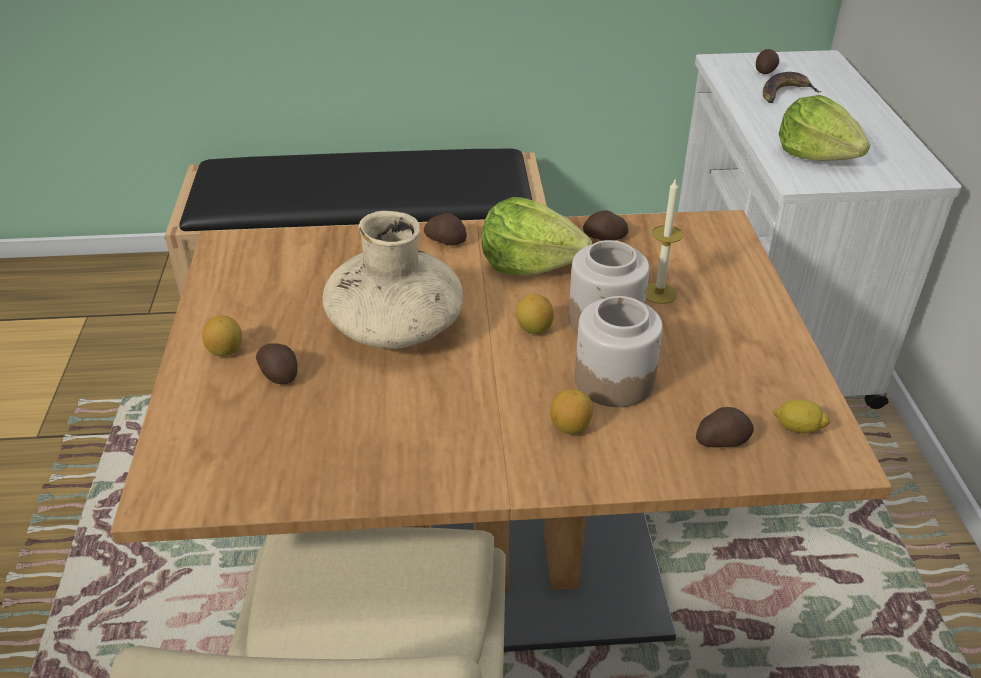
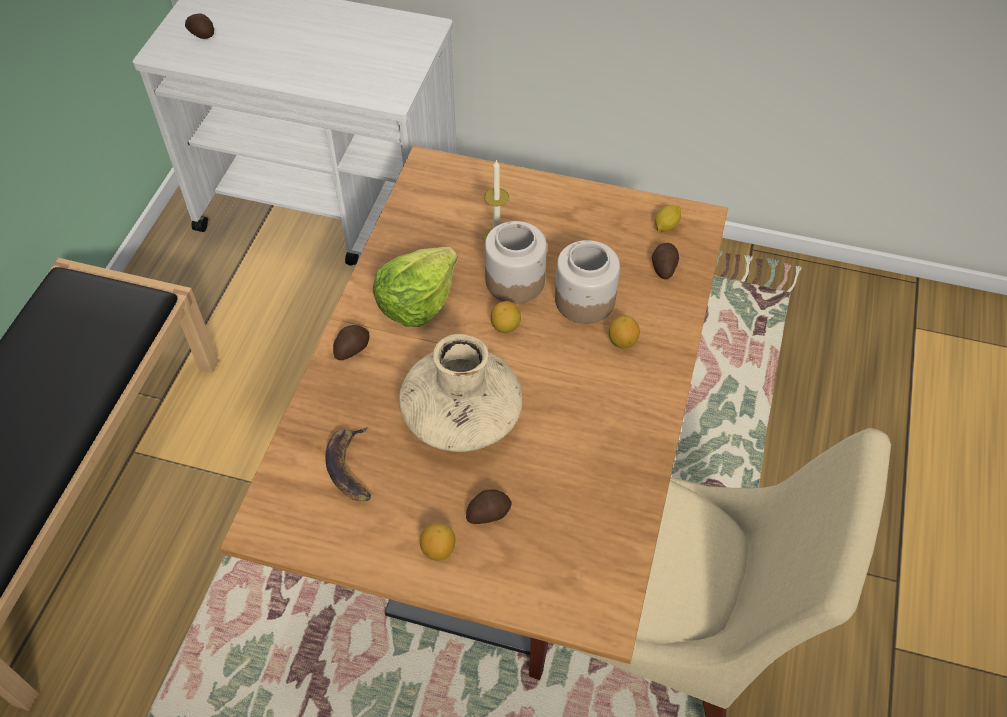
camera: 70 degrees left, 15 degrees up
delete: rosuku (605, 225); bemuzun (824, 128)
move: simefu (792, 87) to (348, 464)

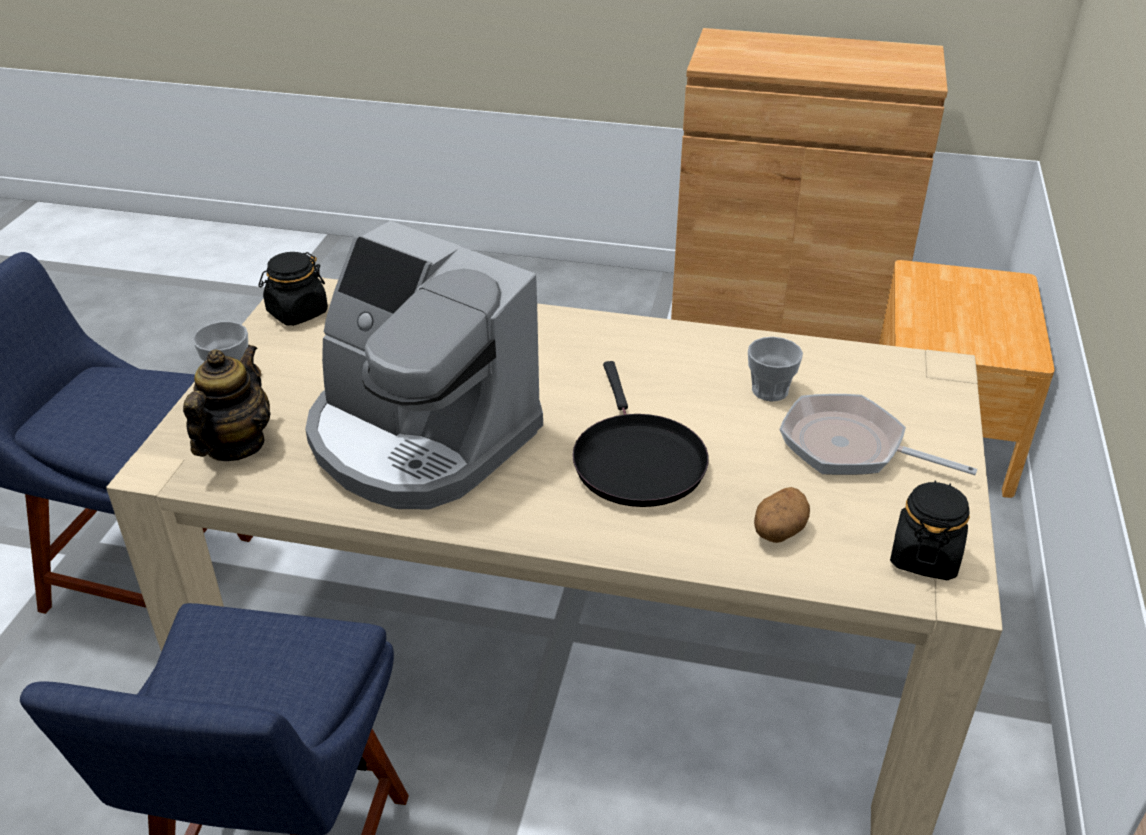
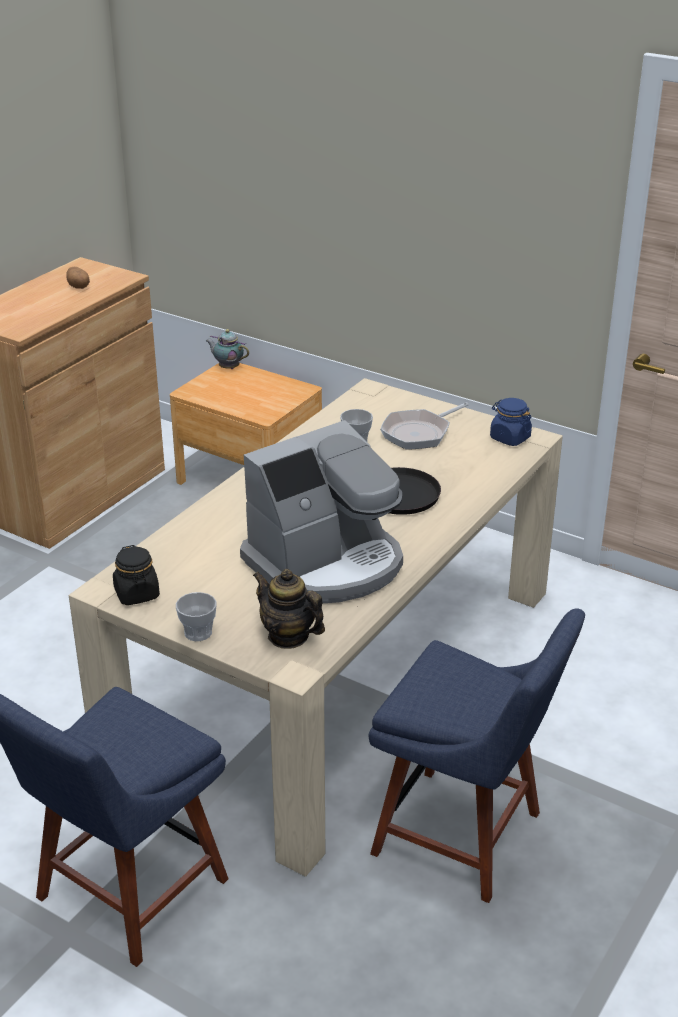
camera: 70 degrees left, 5 degrees down
insert: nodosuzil (227, 349)
move: rosuku (782, 515) to (78, 278)
recolor: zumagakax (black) (930, 530) to zumagakax (blue) (511, 422)

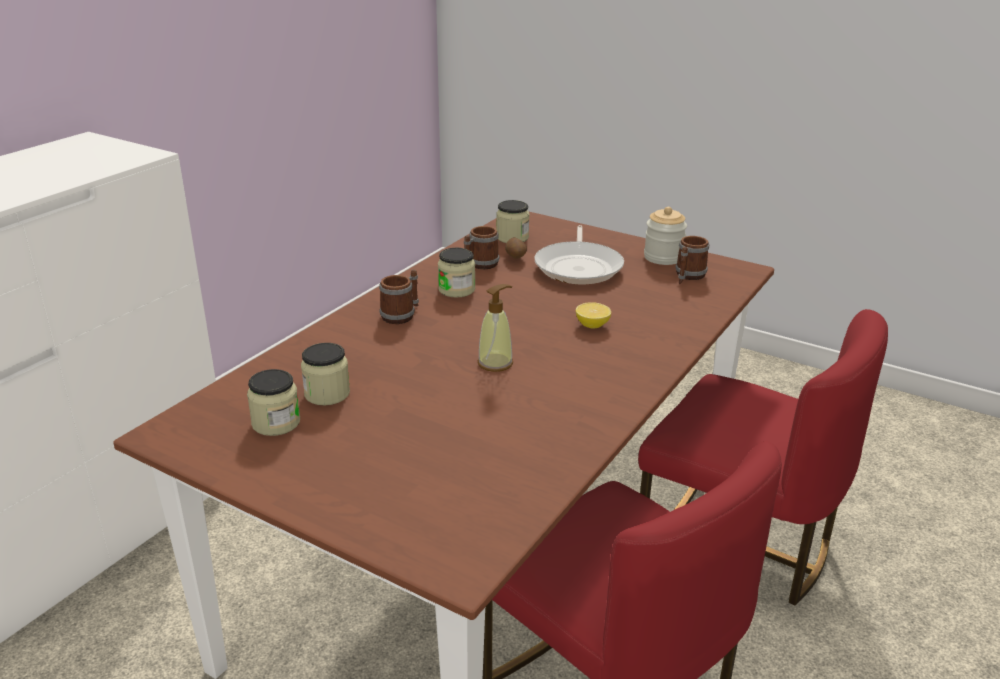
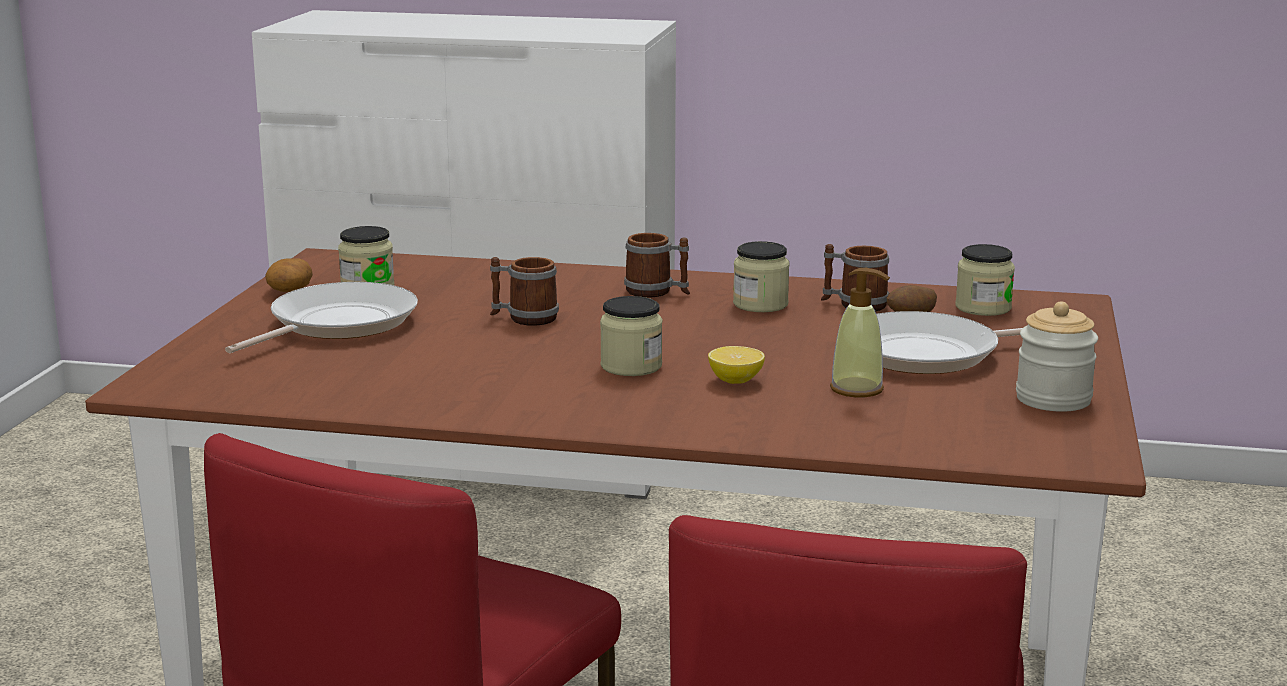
camera: 70 degrees right, 10 degrees down
insert: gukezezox (321, 317); rosuku (289, 275)
move: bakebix (692, 260) to (524, 291); zumagakax (325, 374) to (631, 336); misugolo (495, 328) to (860, 333)

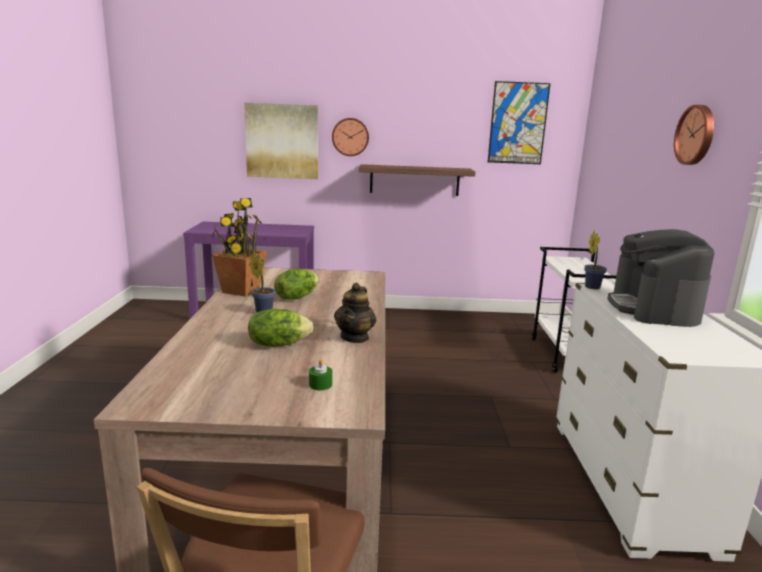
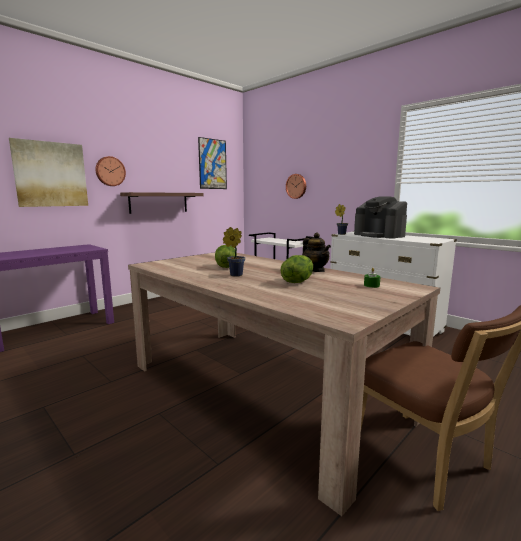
camera: 45 degrees left, 5 degrees down
delete: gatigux (239, 247)
move: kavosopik (694, 135) to (296, 186)

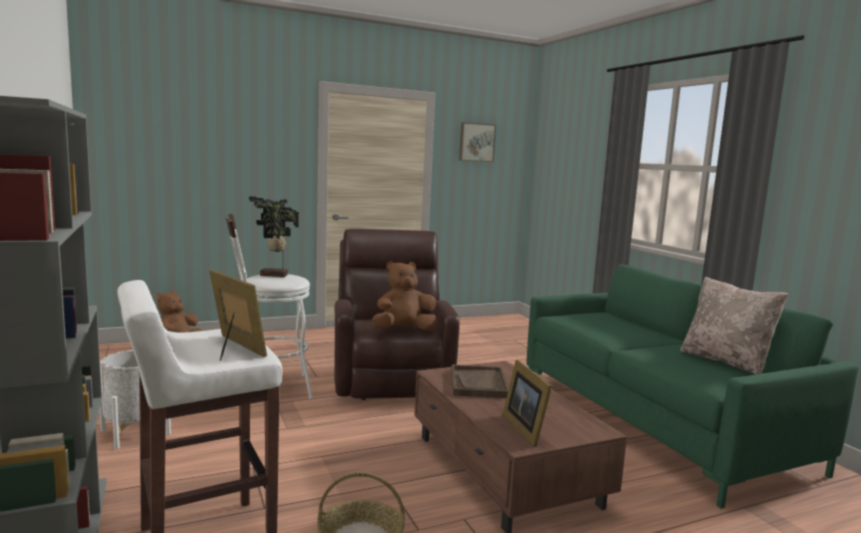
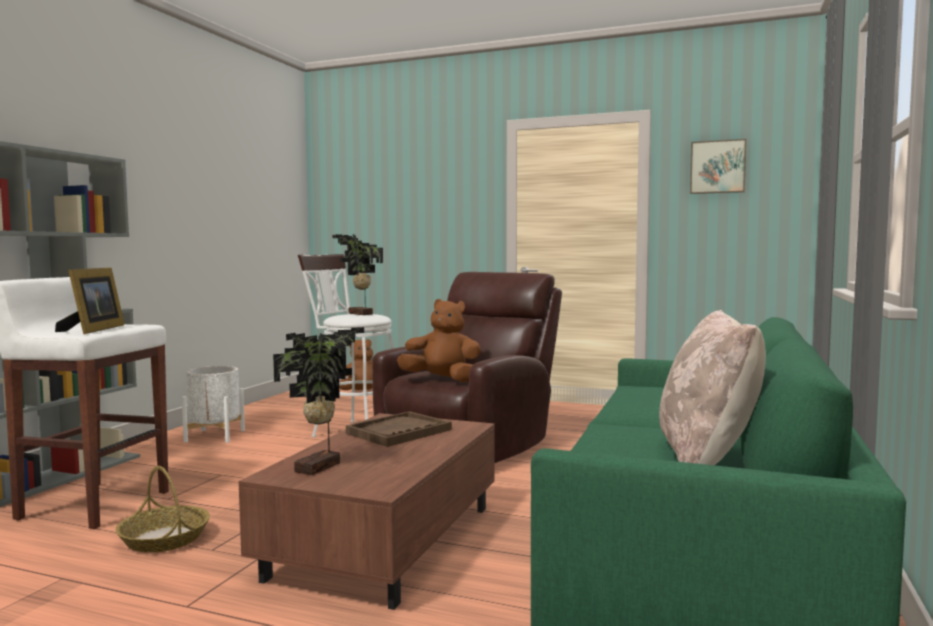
camera: 45 degrees right, 5 degrees down
replace: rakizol (527, 403) to gatigux (318, 401)

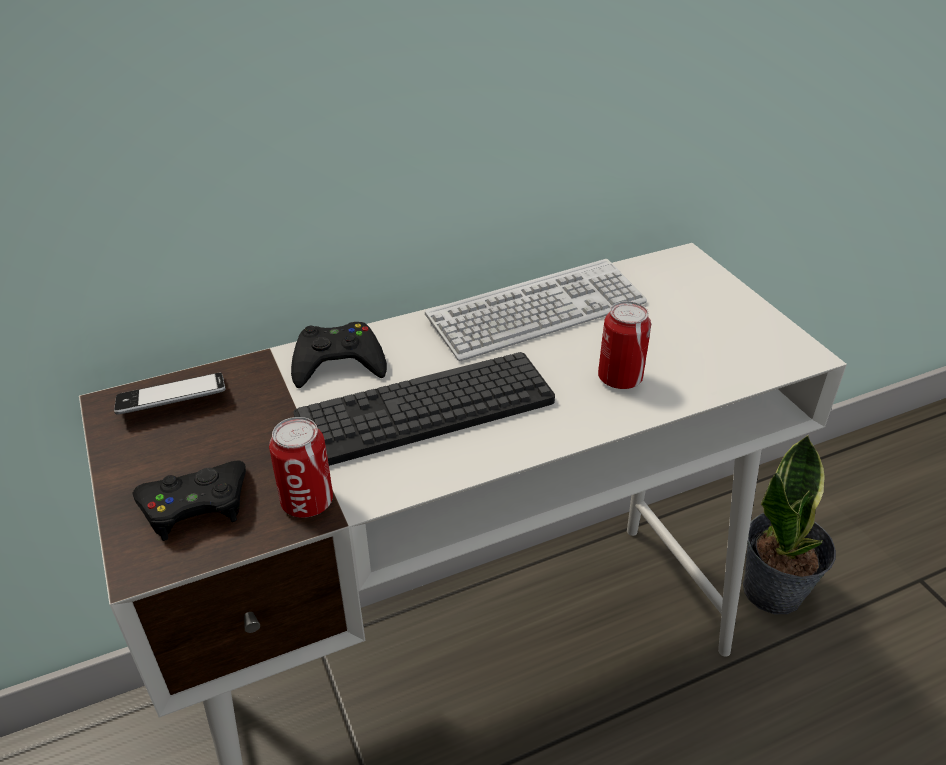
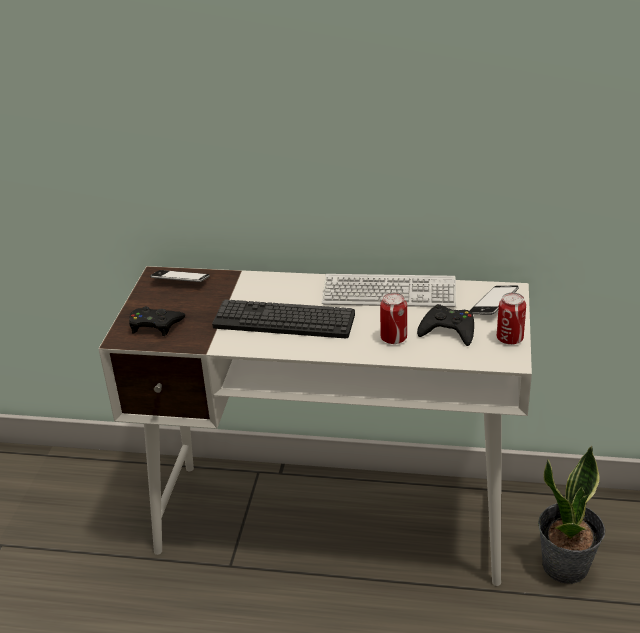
camera: 35 degrees right, 5 degrees down
insert: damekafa (494, 300)
move: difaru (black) (339, 355) to (445, 325); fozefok (301, 467) to (511, 318)

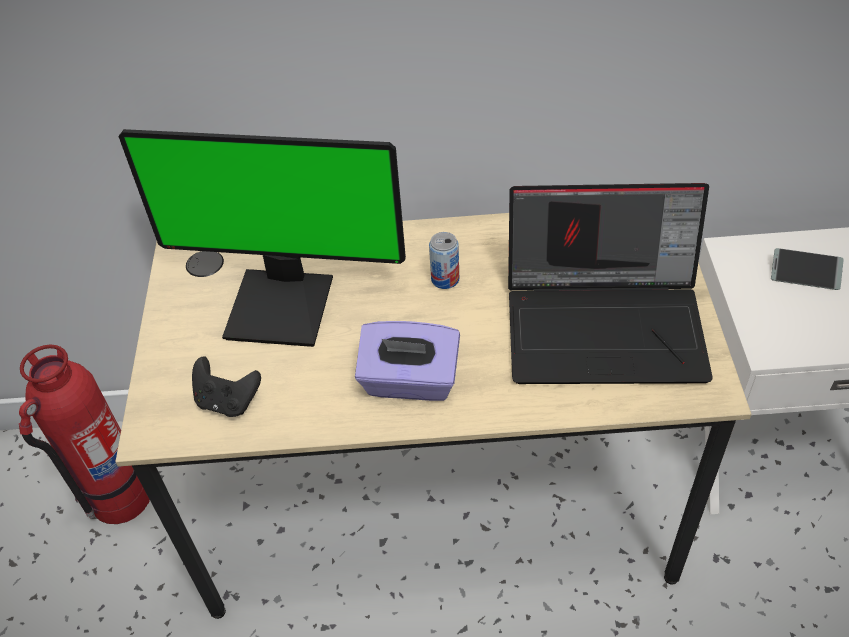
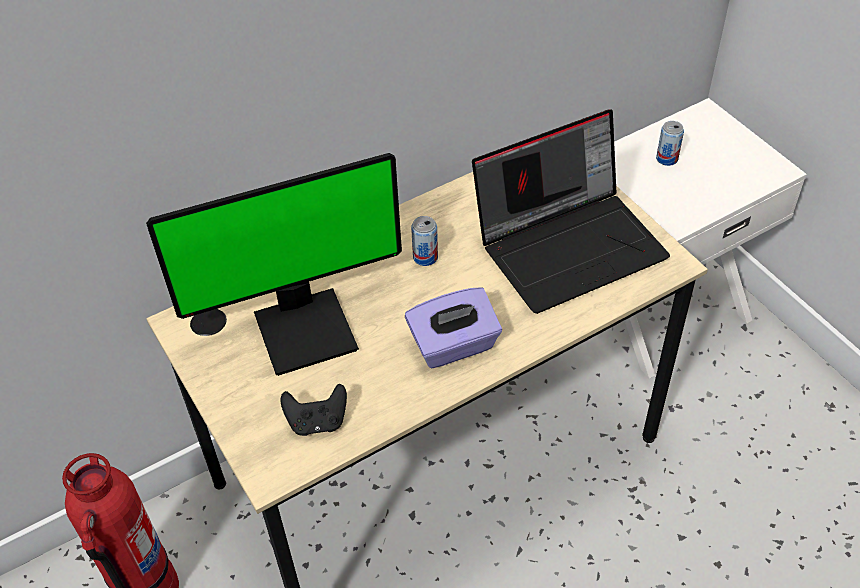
camera: 30 degrees left, 0 degrees up
replace: damekafa (807, 269) to fozefok (670, 143)

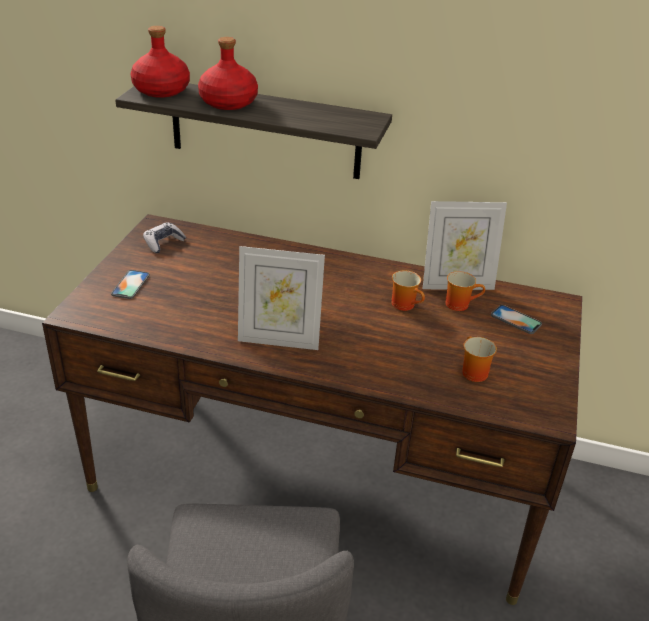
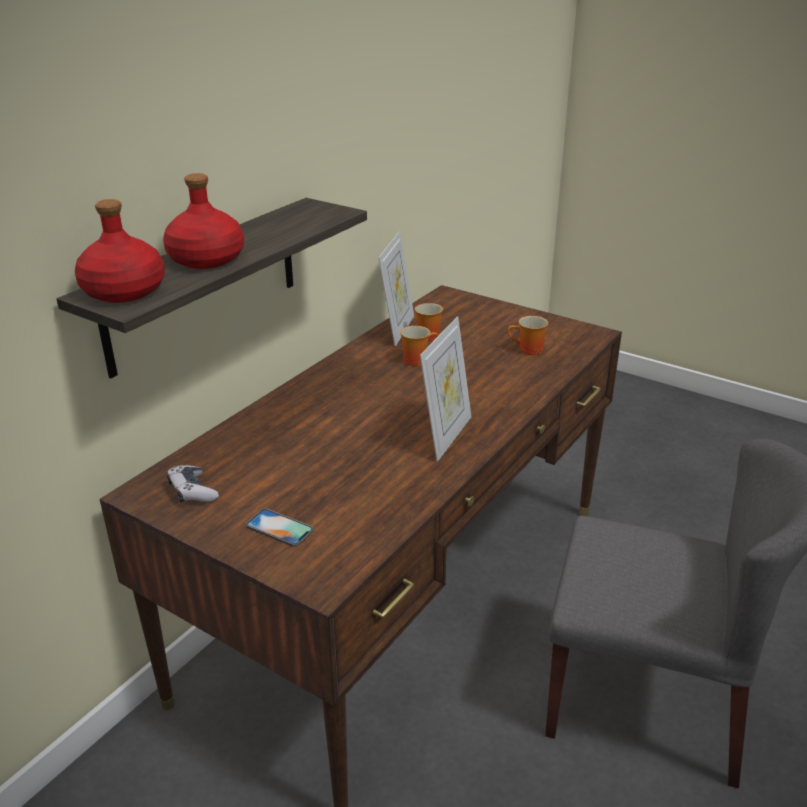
camera: 70 degrees left, 5 degrees down
delete: damekafa (516, 319)

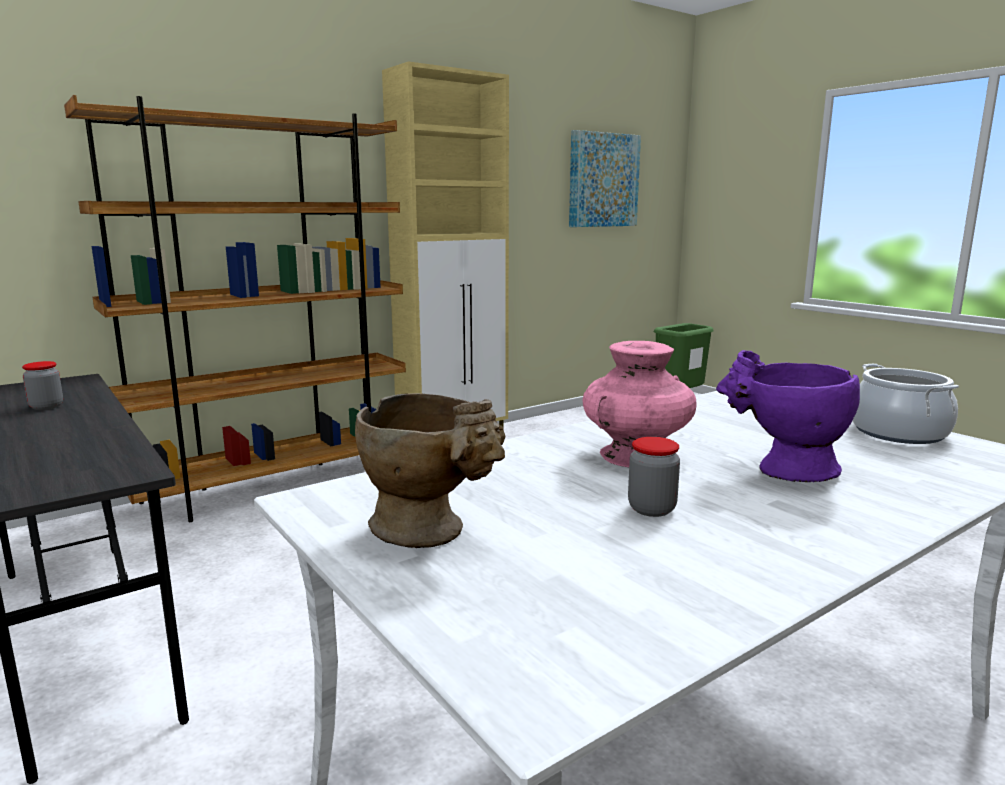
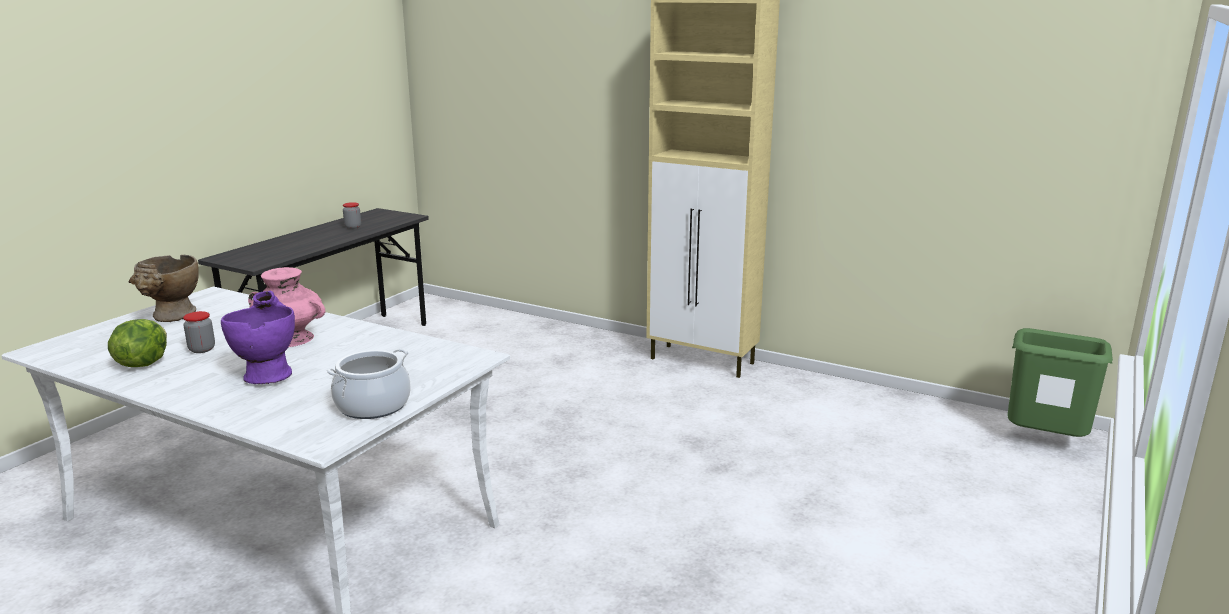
camera: 65 degrees right, 5 degrees up
delete: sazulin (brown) (235, 308); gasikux (605, 178)
insert: bemuzun (137, 343)

